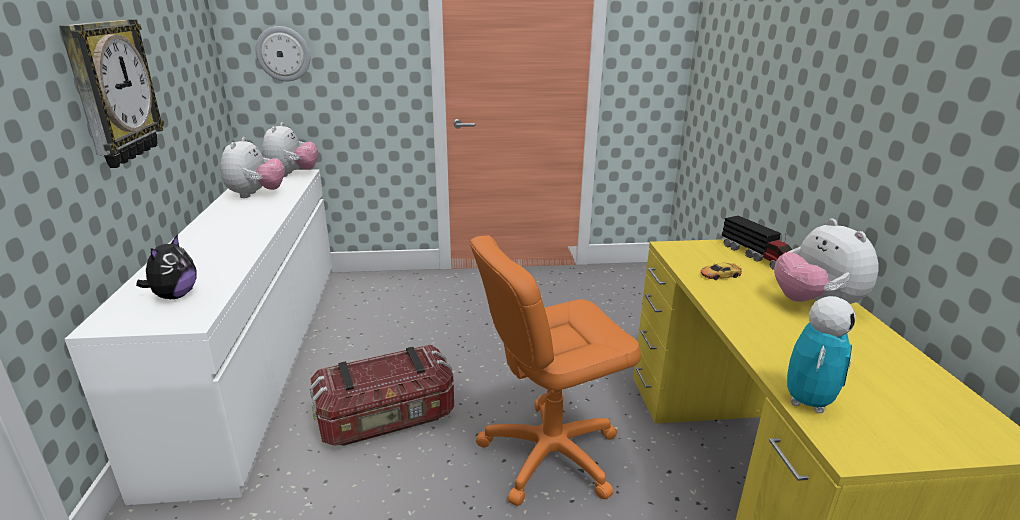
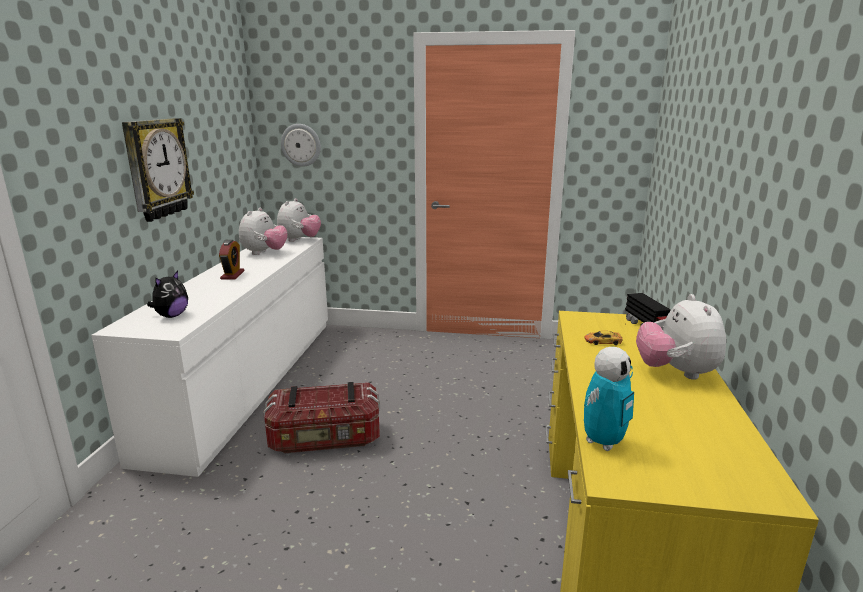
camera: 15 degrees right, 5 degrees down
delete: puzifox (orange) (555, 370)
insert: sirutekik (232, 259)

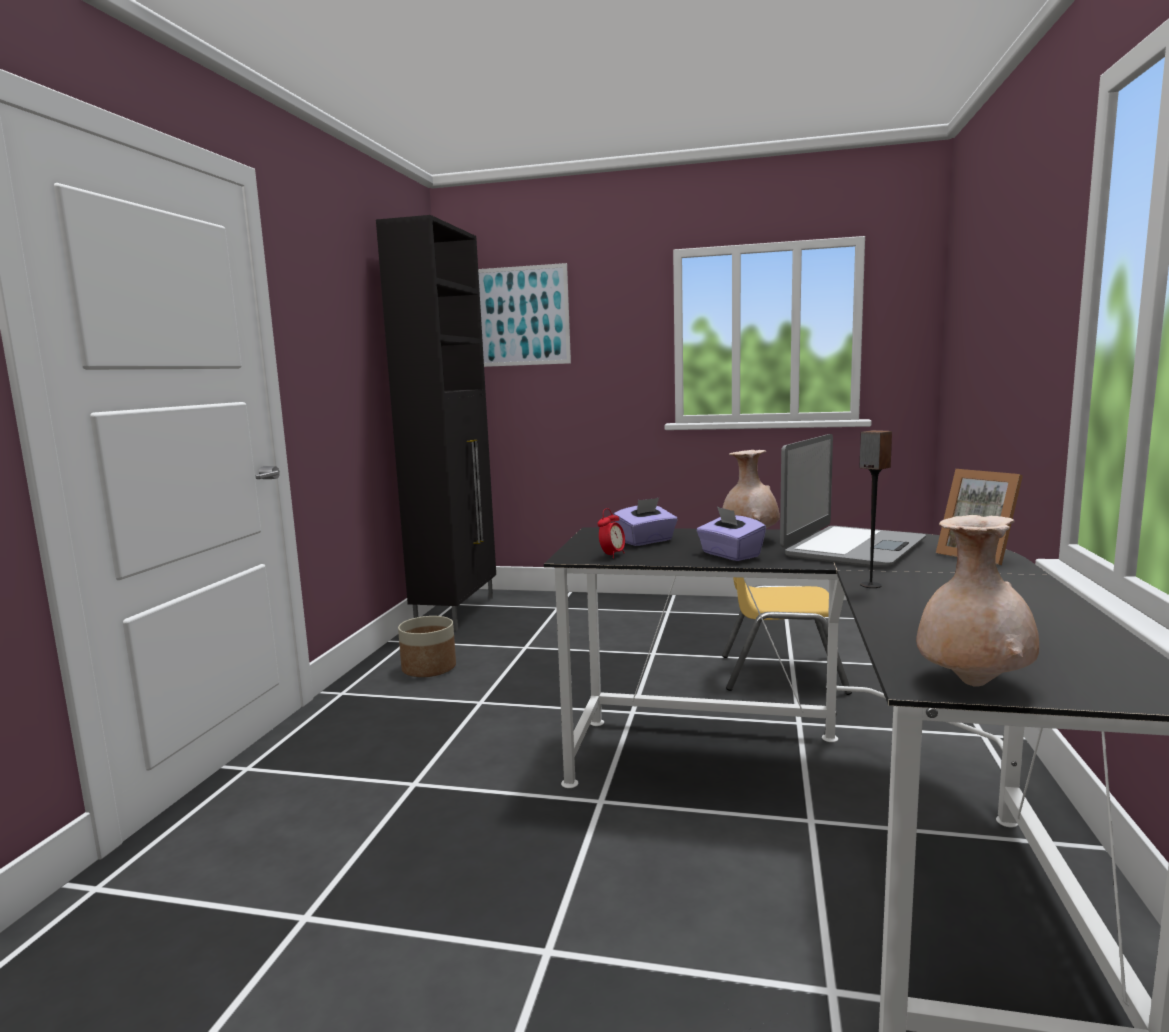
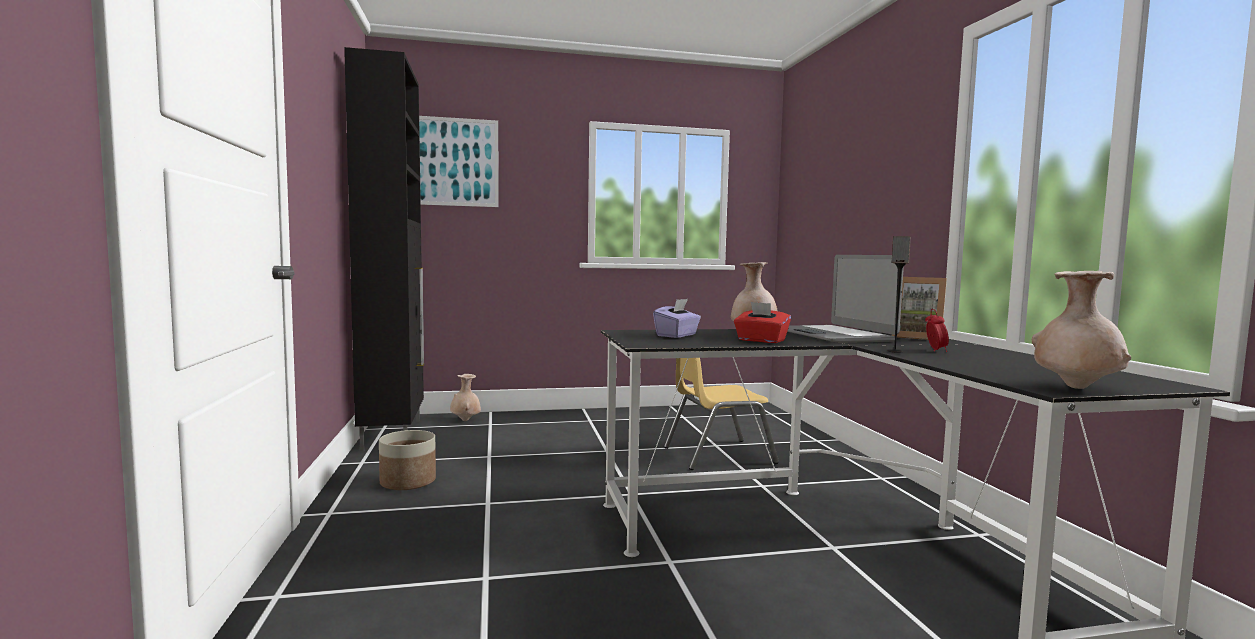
camera: 25 degrees left, 5 degrees down
insert: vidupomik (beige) (465, 397)
move: sirutekik (611, 533) to (937, 330)
recolor: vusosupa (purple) (731, 534) to vusosupa (red) (762, 322)
rotate: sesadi (853, 500) = (845, 299) 150 degrees clockwise

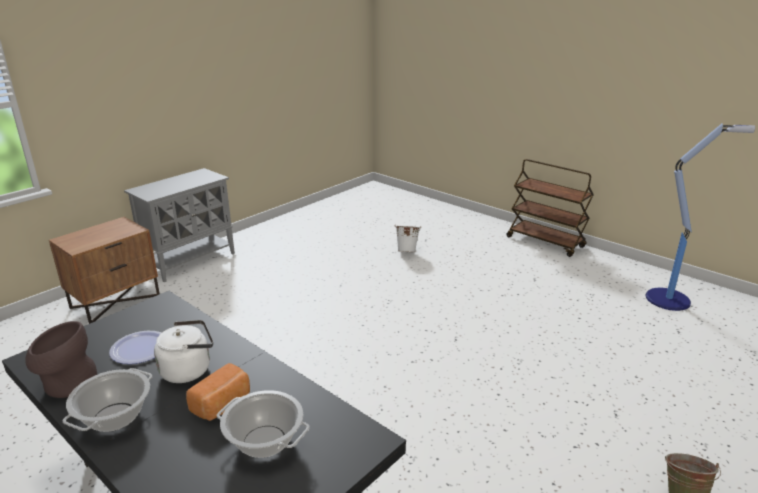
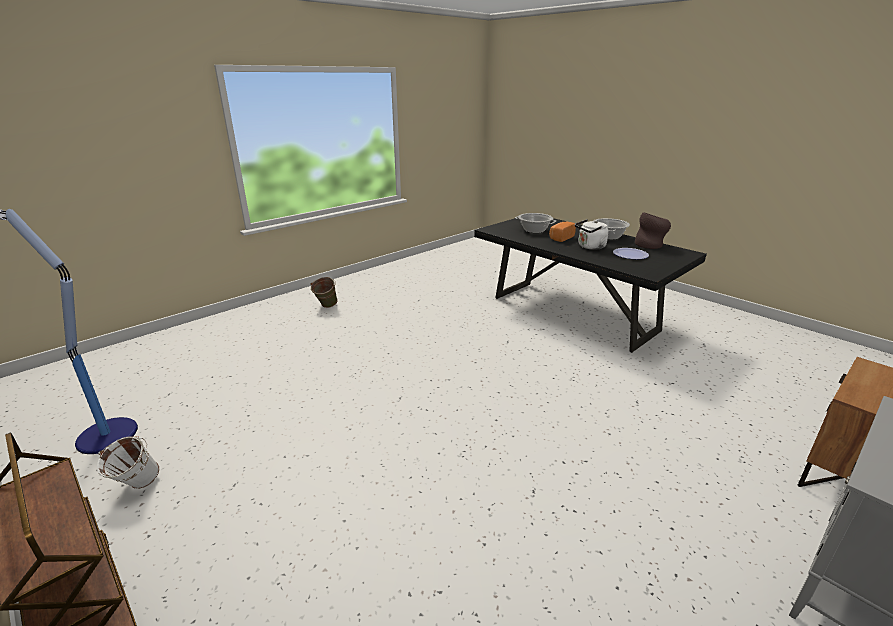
camera: 175 degrees left, 0 degrees up
move: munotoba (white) (408, 238) to (128, 462)

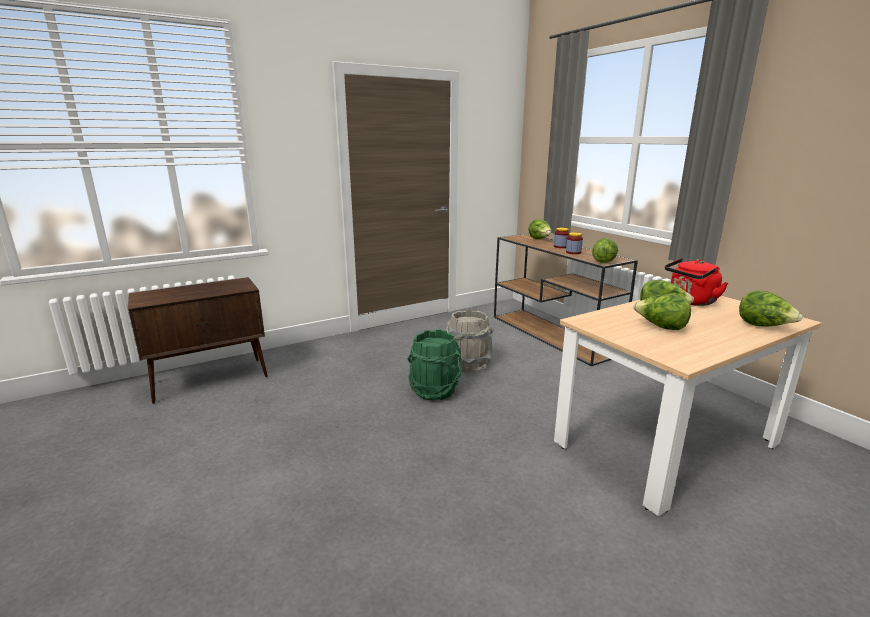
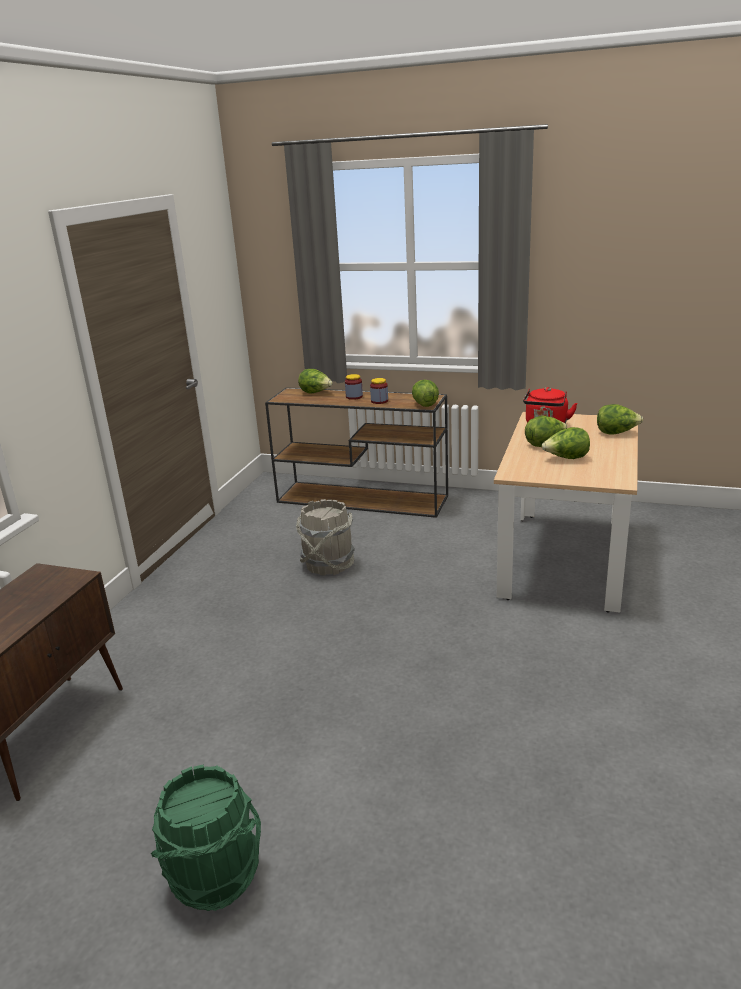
camera: 40 degrees left, 5 degrees up
move: munotoba (green) (435, 364) to (206, 837)

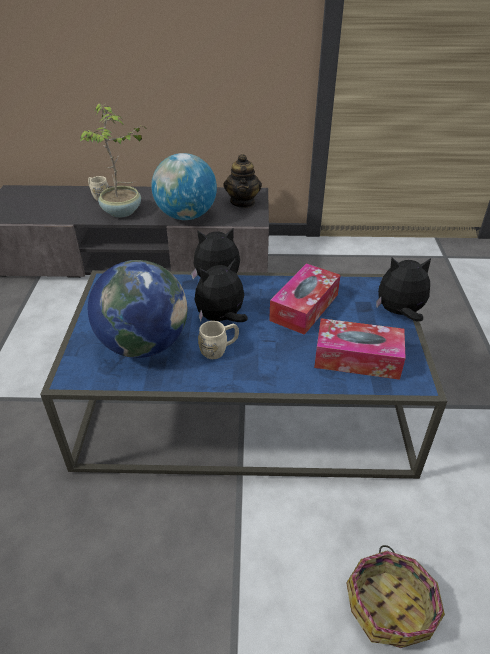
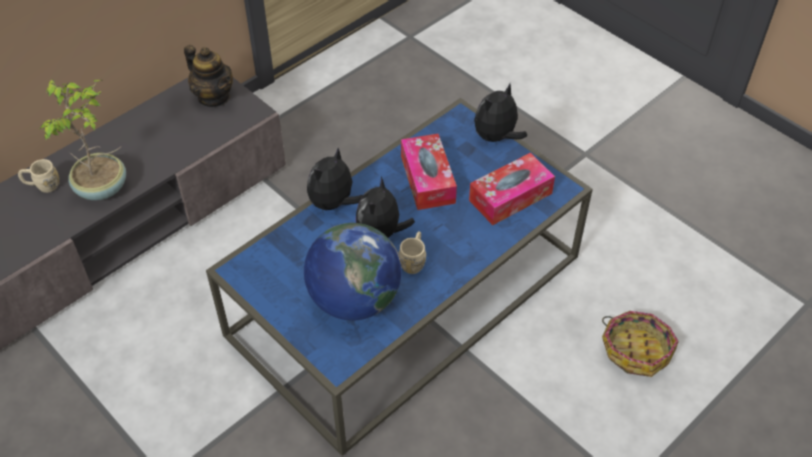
camera: 45 degrees left, 10 degrees up
delete: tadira (184, 186)

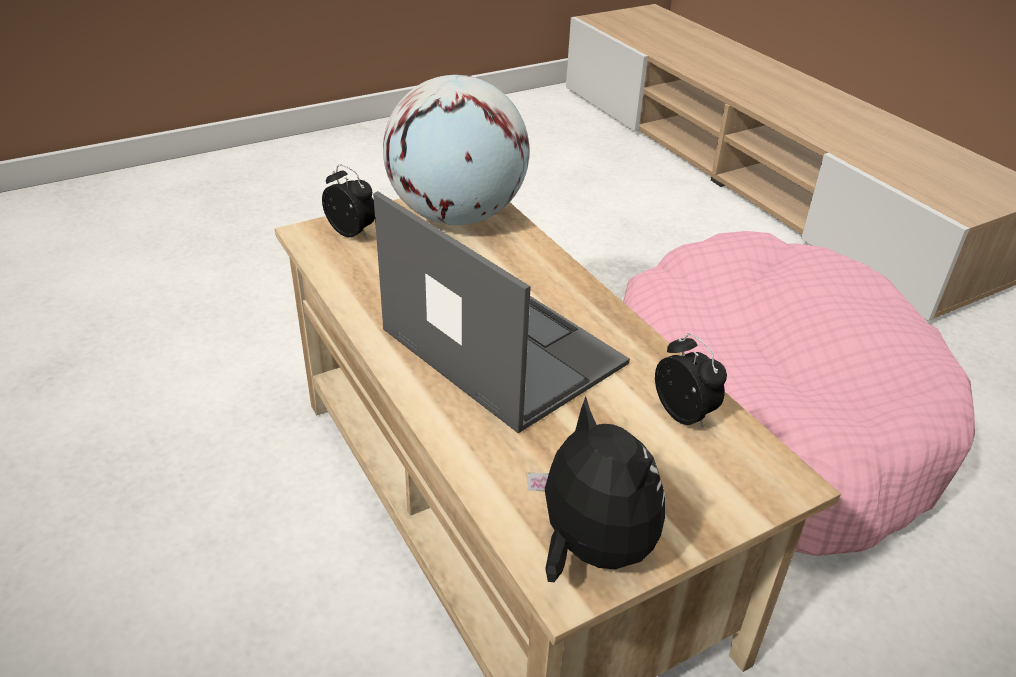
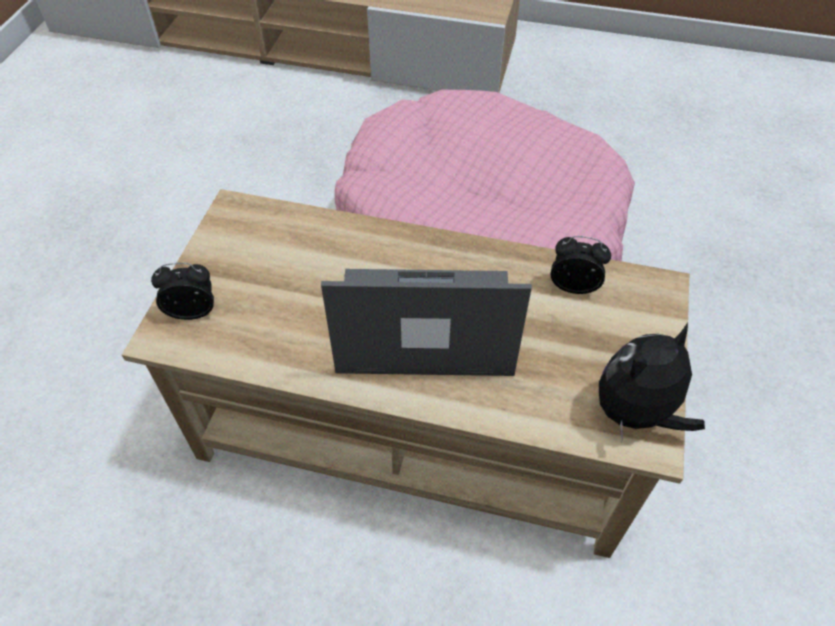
camera: 45 degrees left, 15 degrees up
delete: tadira (456, 150)
rotate: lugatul (596, 489) = (652, 381) 45 degrees counterclockwise

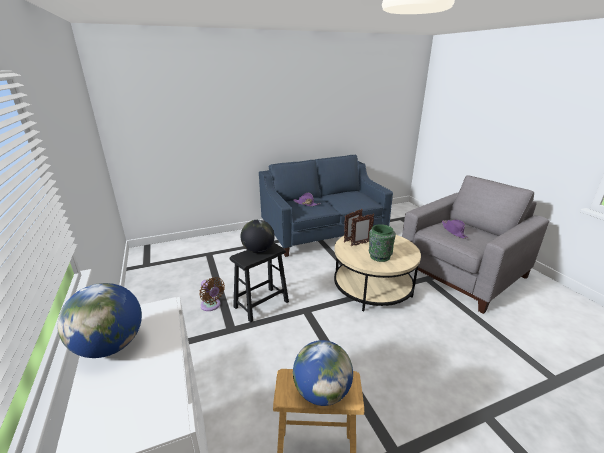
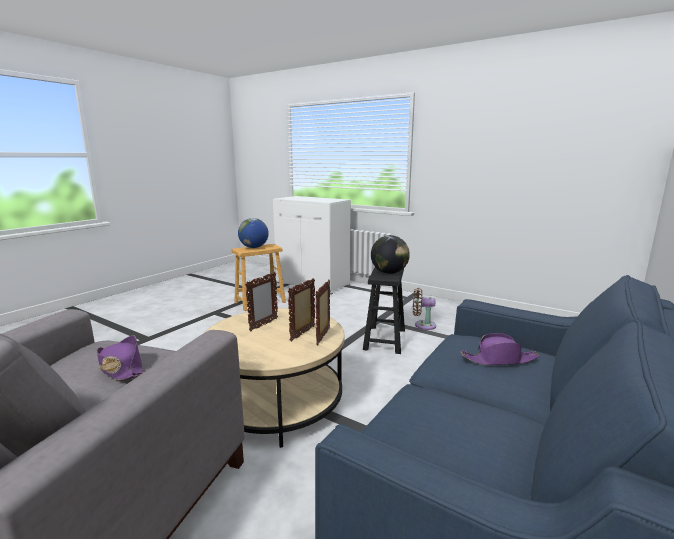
camera: 145 degrees right, 10 degrees down
delete: tadira (99, 320)
replace: vidupomik (green) (382, 243) to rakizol (261, 301)

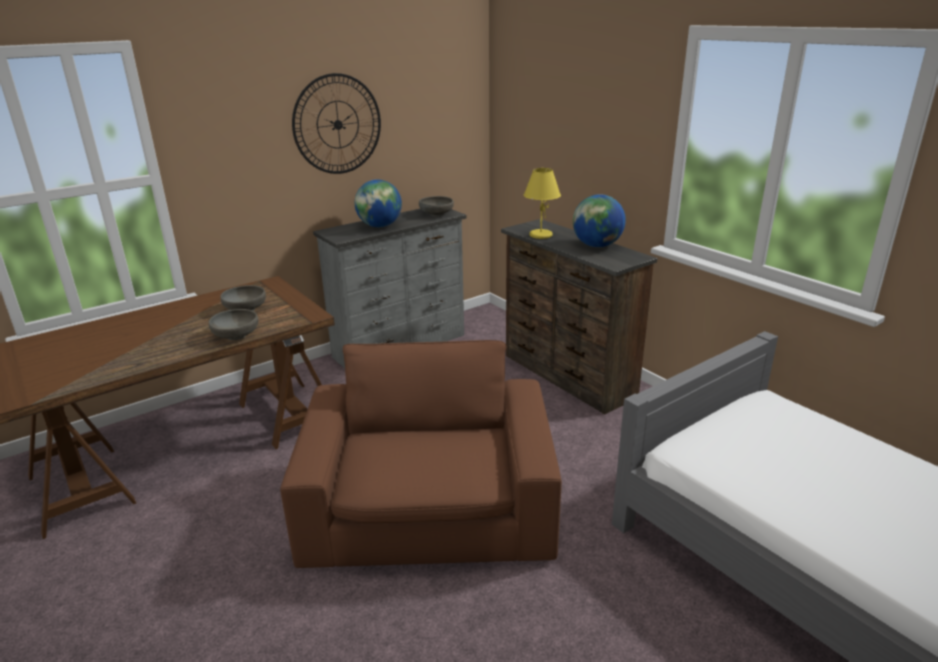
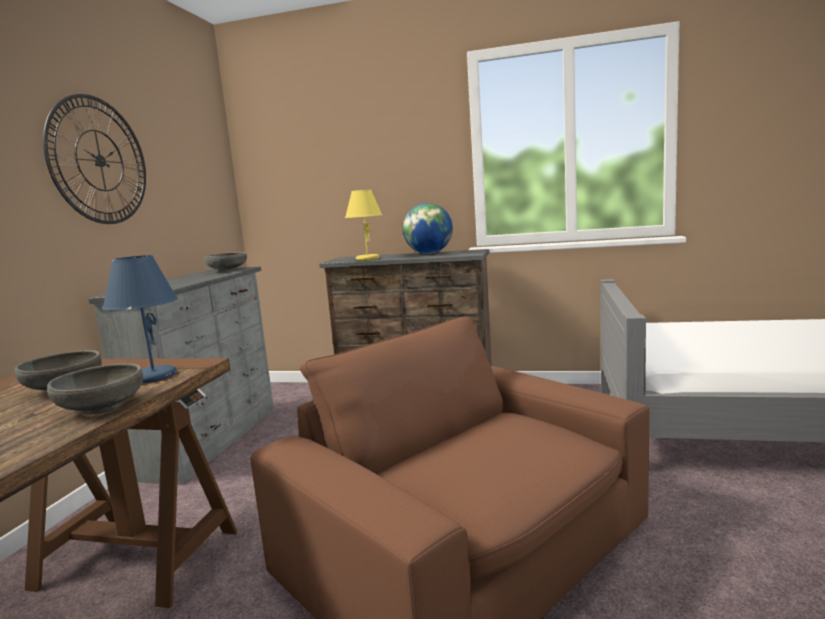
camera: 40 degrees left, 15 degrees down
delete: tadira (378, 203)
insert: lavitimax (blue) (140, 319)

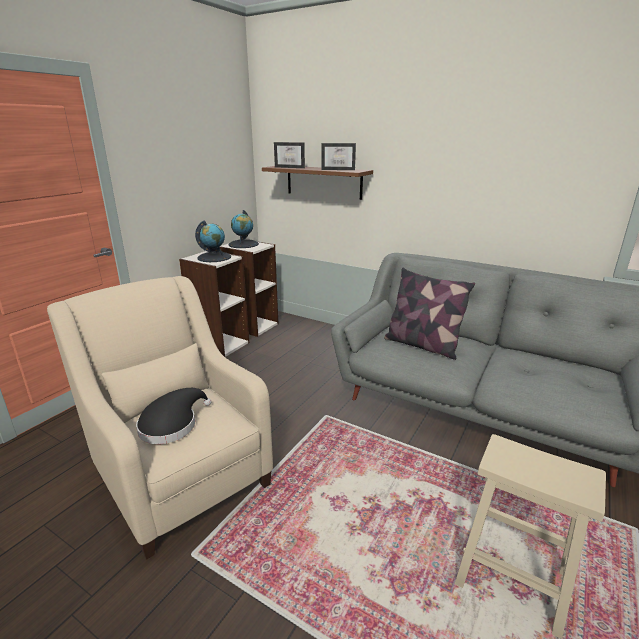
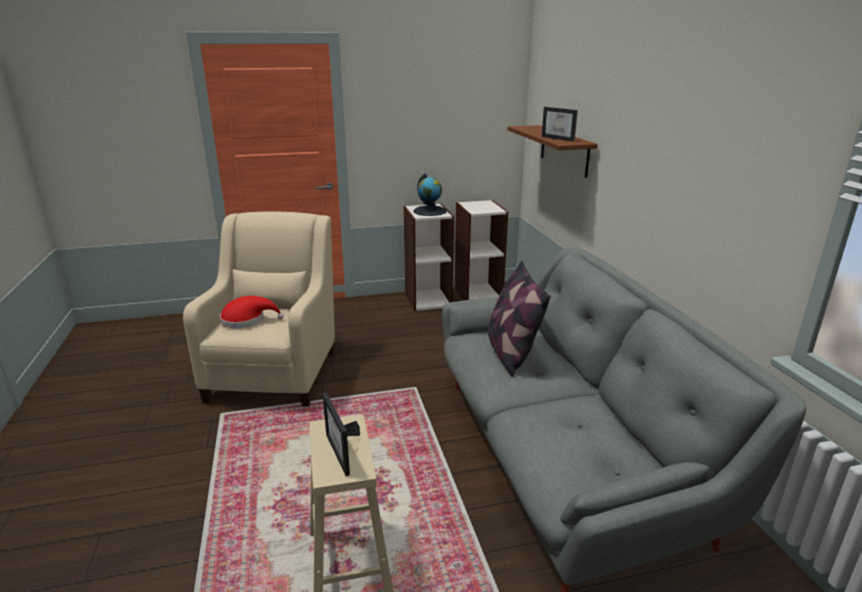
camera: 45 degrees right, 0 degrees up
delete: tadira (243, 229)
move: rakizol (289, 155) to (341, 434)
recolor: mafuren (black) (174, 416) to mafuren (red) (252, 312)

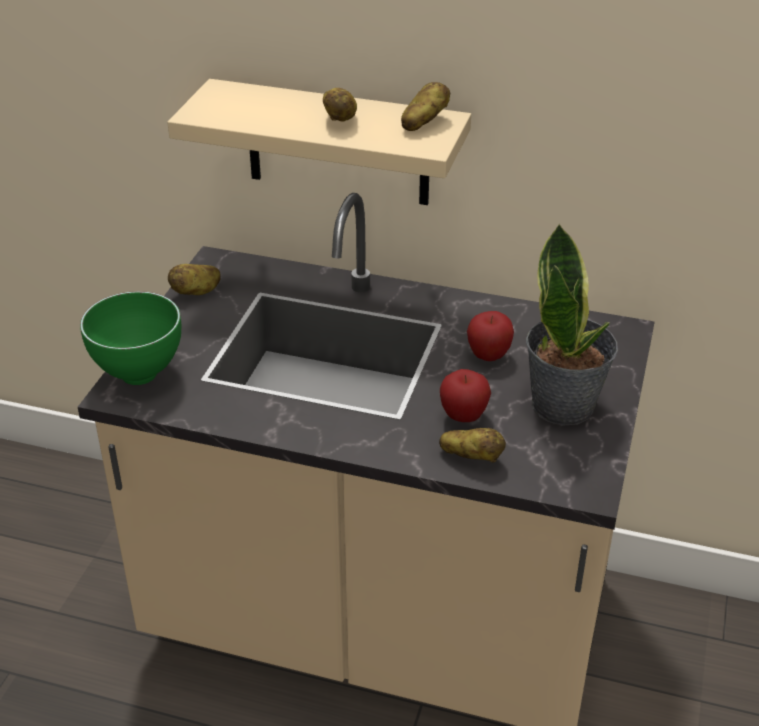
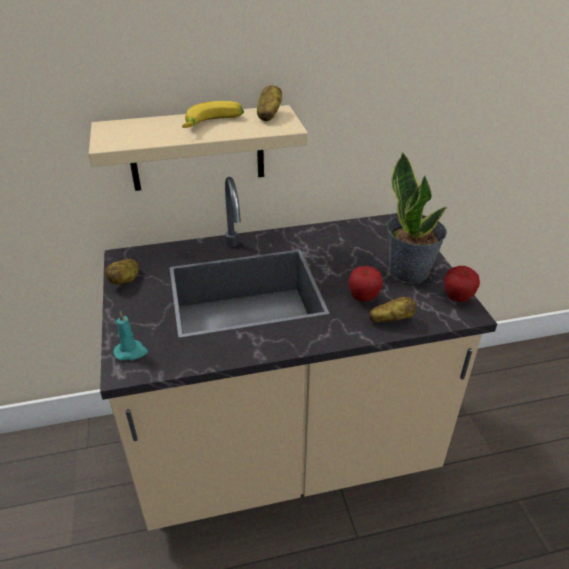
camera: 30 degrees left, 0 degrees up
move: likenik (490, 336) to (462, 284)
replace: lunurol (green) (130, 338) to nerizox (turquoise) (130, 335); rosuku (340, 105) to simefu (213, 114)

